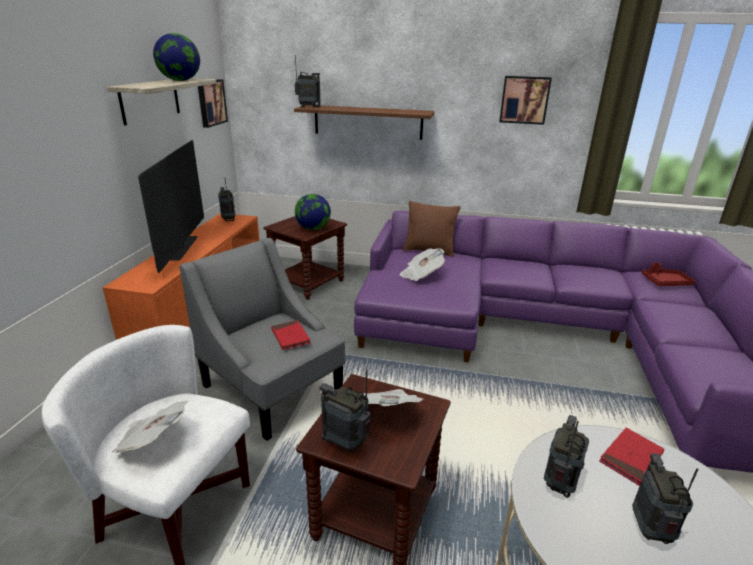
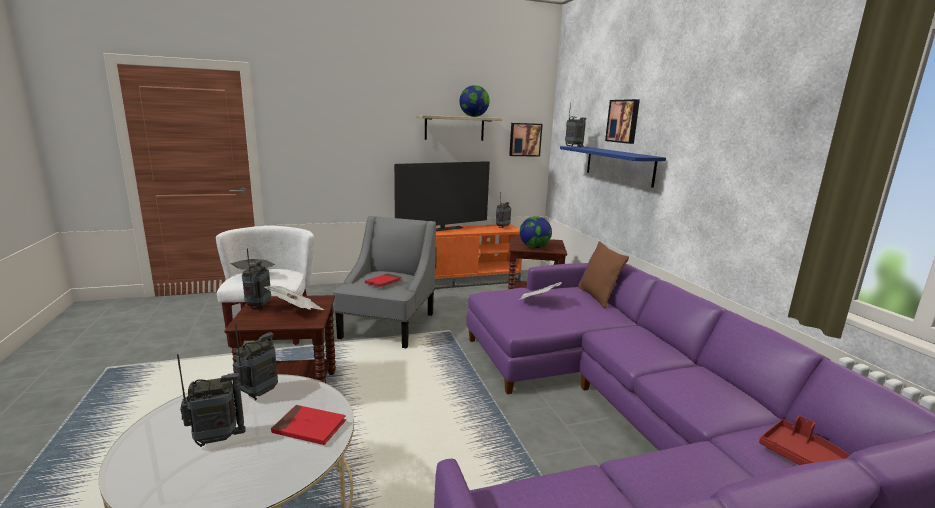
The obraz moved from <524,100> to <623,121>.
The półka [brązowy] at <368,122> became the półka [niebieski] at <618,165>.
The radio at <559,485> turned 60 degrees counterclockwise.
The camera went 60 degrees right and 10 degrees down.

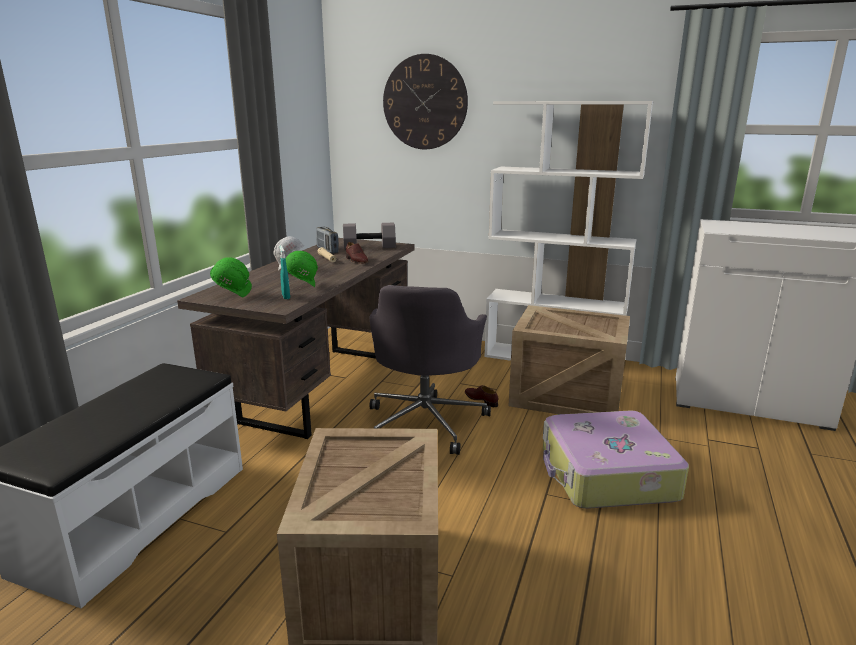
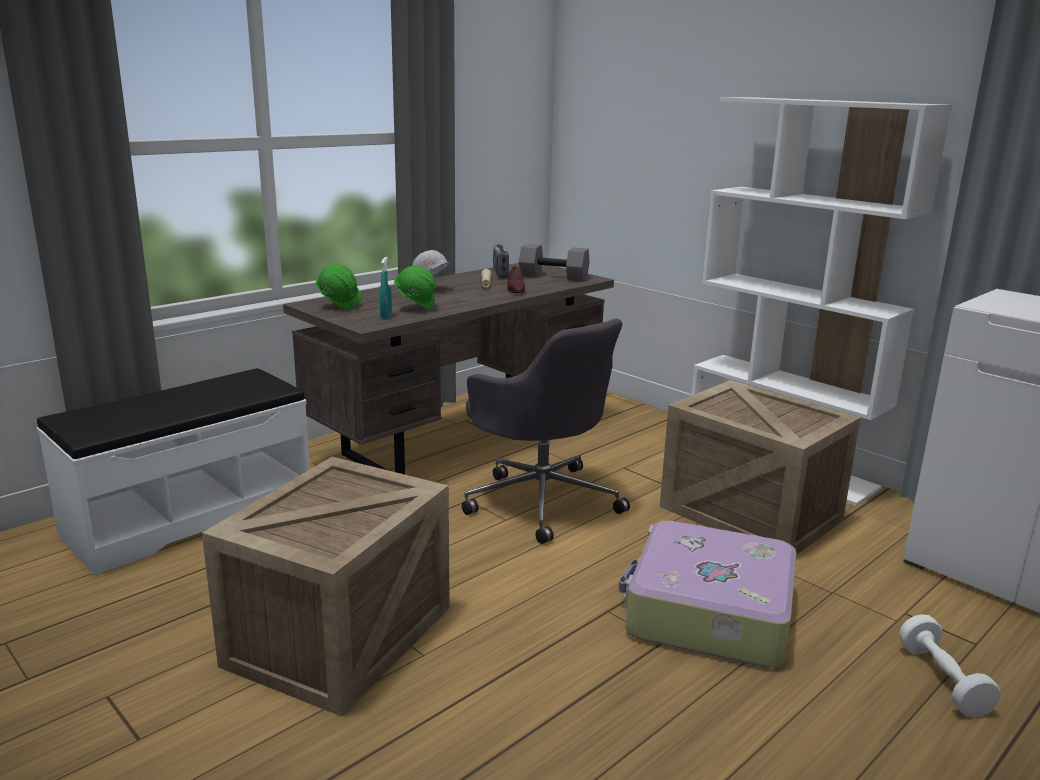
The zegar ścienny at <425,102> disappeared.
The krzesło biurowe [szary] at <426,421> turned 75 degrees counterclockwise.
The but [brązowy] at <481,400> disappeared.
The hantel [biały] at <942,680> appeared.
The camera went 25 degrees right and 0 degrees up.

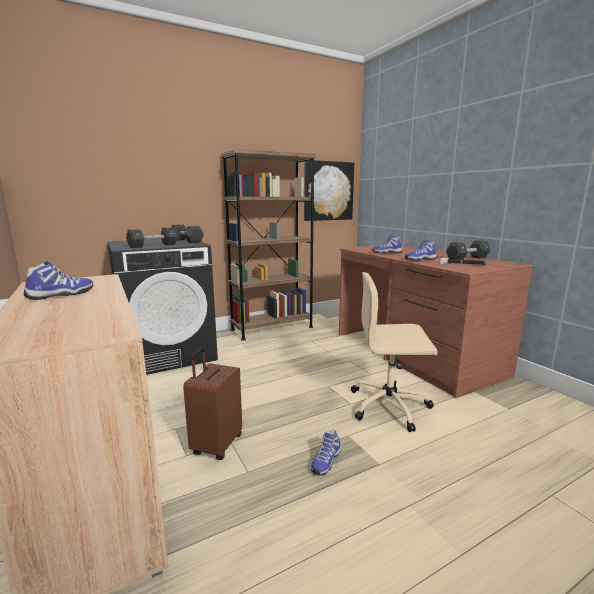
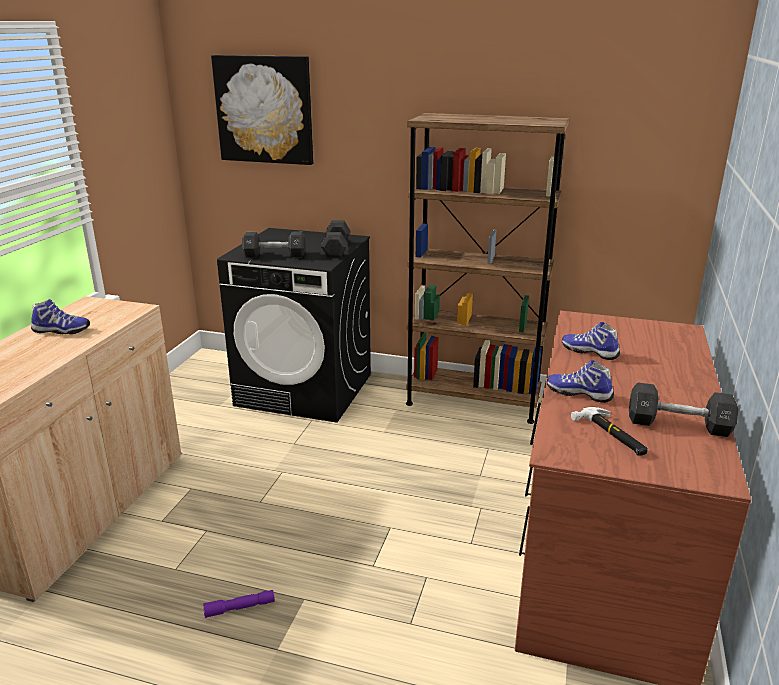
The obraz moved from <328,191> to <264,110>.
The krzesło biurowe [beżowy] at <390,406> disappeared.
The walizka [brązowy] at <216,445> disappeared.
The but at <325,461> was replaced by the latarka [fioletowy] at <240,608>.
The camera went 45 degrees right and 10 degrees up.

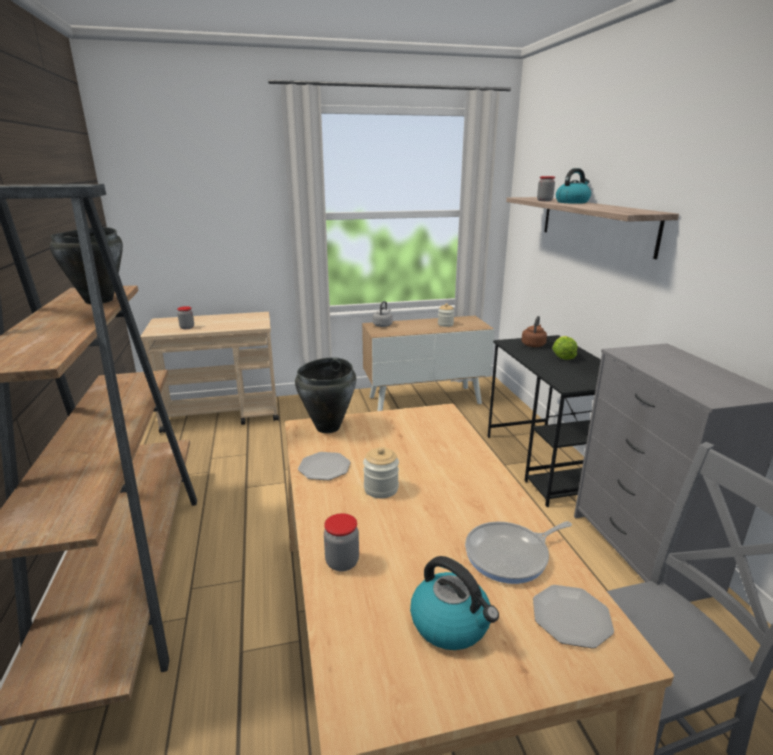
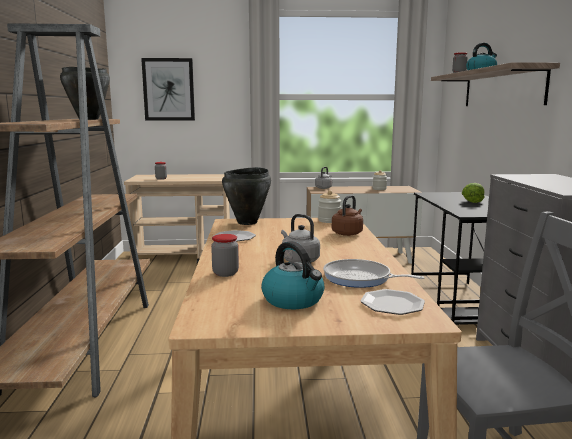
The czajnik [brązowy] moved from <533,344> to <348,233>.
The słoik moved from <381,488> to <329,220>.
The patelnia at <510,555> turned 45 degrees clockwise.
The obraz at <168,89> appeared.
The czajnik [szary] at <299,260> appeared.
The camera went 10 degrees right and 10 degrees down.

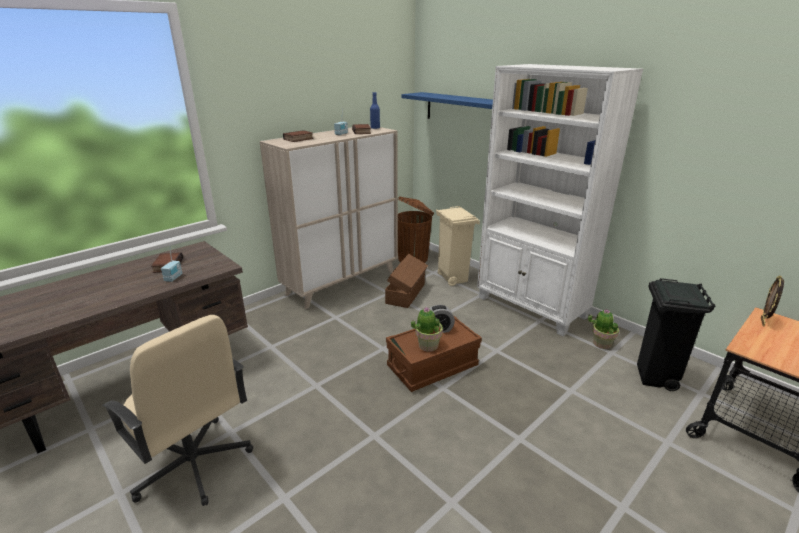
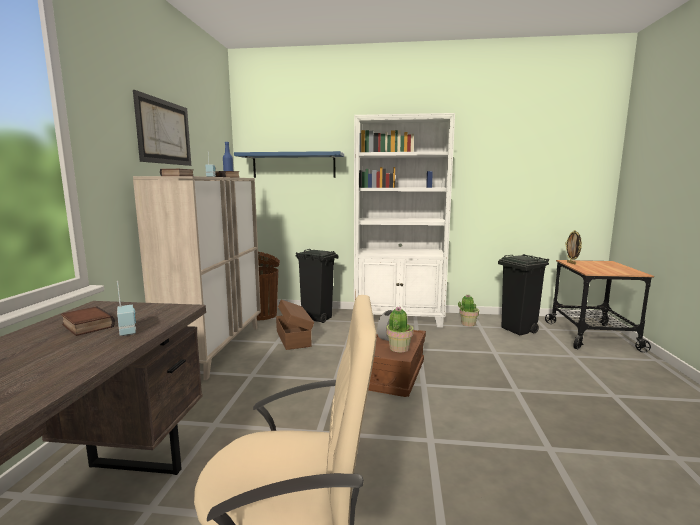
The kosz na śmieci [beżowy] at <452,278> became the kosz na śmieci [czarny] at <316,318>.
The obraz at <164,132> appeared.
The camera went 40 degrees left and 15 degrees down.

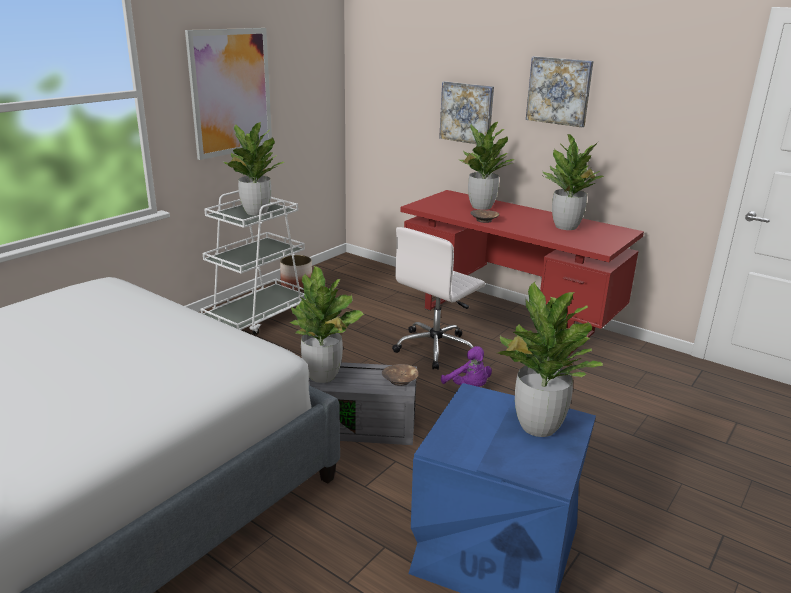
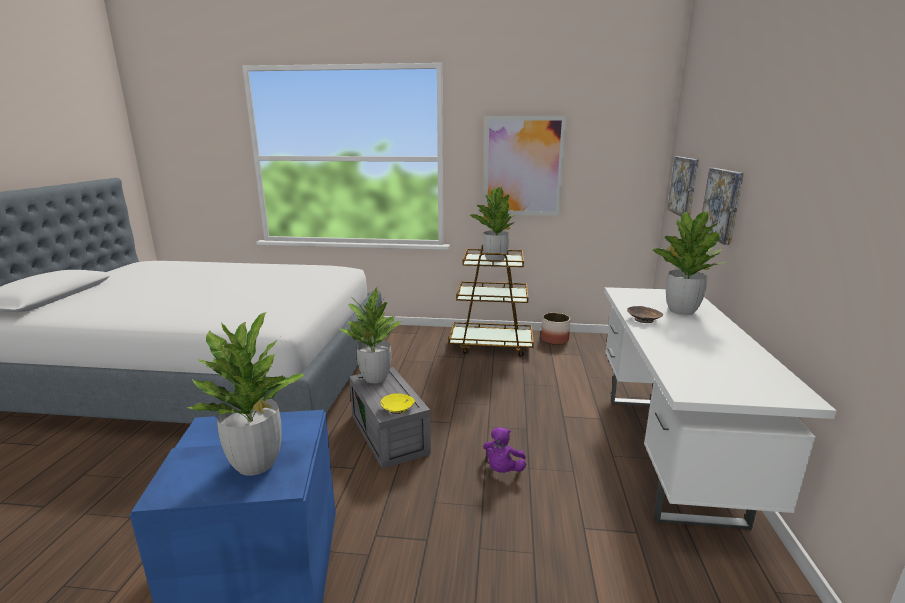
The obraz moved from <559,91> to <684,186>.
The roślina doniczkowa at <566,227> disappeared.
The wózek [biały] at <259,316> became the wózek [brązowy] at <491,345>.
The biurko [czerwony] at <508,320> became the biurko [biały] at <669,453>.
The krzesło biurowe [biały] at <436,348> disappeared.
The miska [brązowy] at <400,381> became the miska [żółty] at <397,409>.
The camera went 60 degrees right and 5 degrees down.

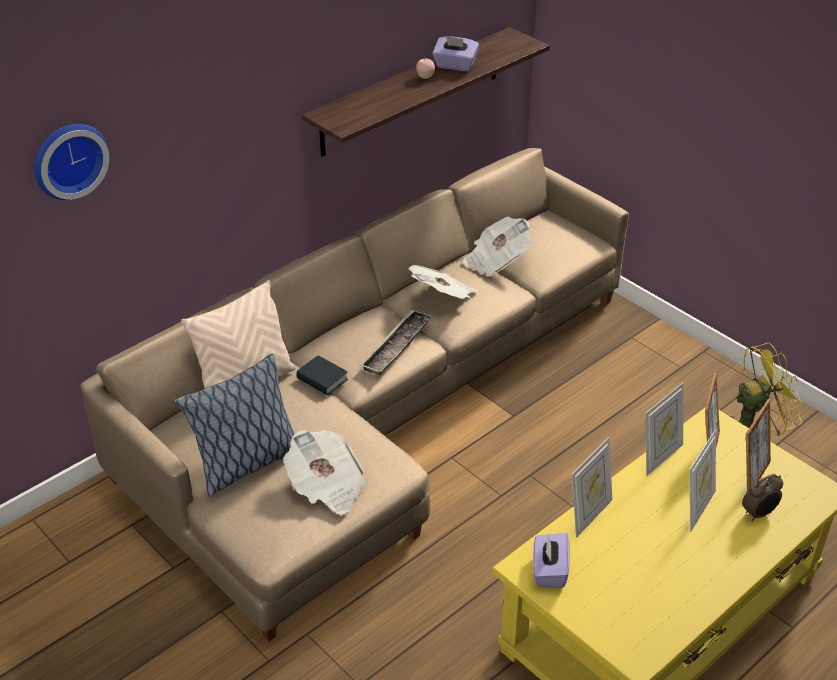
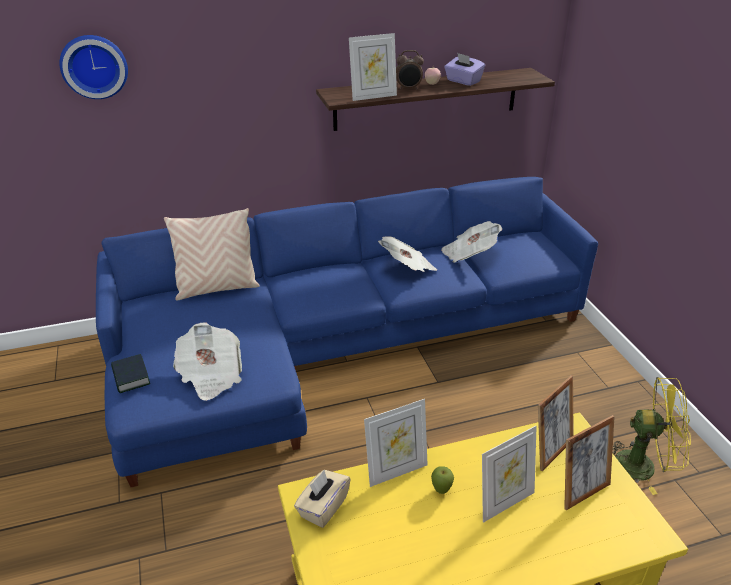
The kanapa [beżowy] at <373,412> became the kanapa [niebieski] at <331,346>.
The taca at <397,346> disappeared.
The poduszka at <246,464> disappeared.
The książka moved from <322,379> to <131,377>.
The ramka na zdjęcie moved from <659,456> to <373,96>.
The budzik moved from <759,514> to <408,89>.
The pudełko chusteczek [fioletowy] at <549,571> became the pudełko chusteczek [beżowy] at <323,507>.
The jabłko at <441,490> appeared.
The camera went 25 degrees right and 5 degrees down.

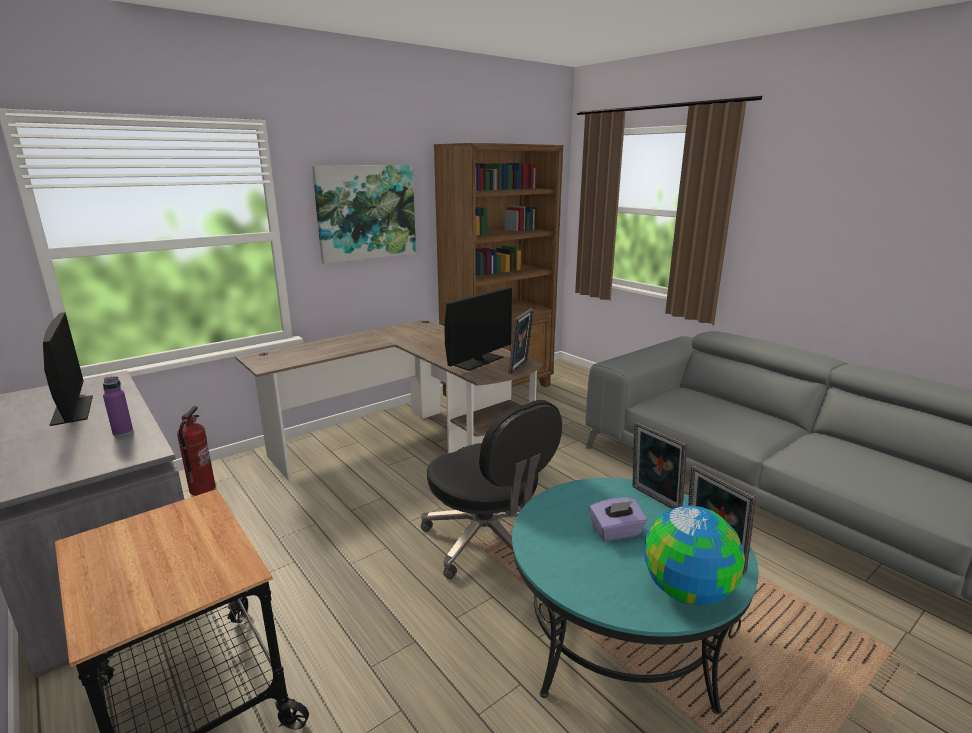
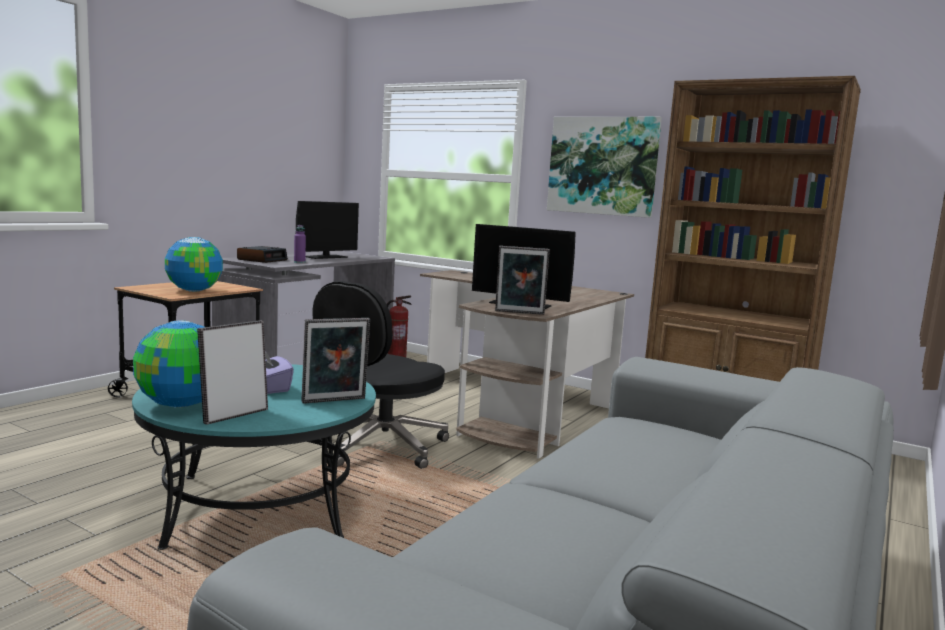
The ramka na zdjęcie at <654,499> turned 150 degrees counterclockwise.
The globus at <193,290> appeared.
The budzik at <262,259> appeared.
The camera went 70 degrees right and 10 degrees down.

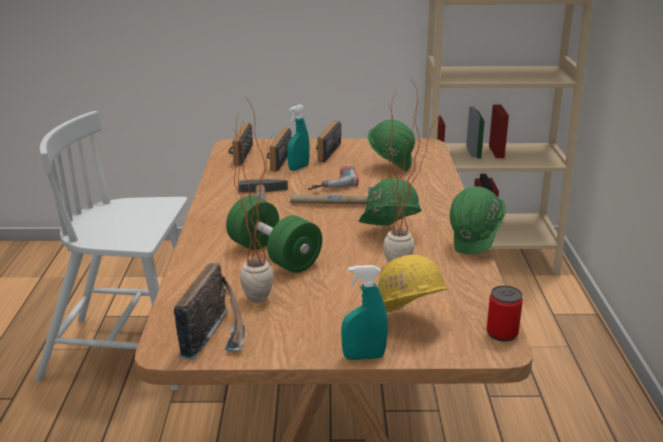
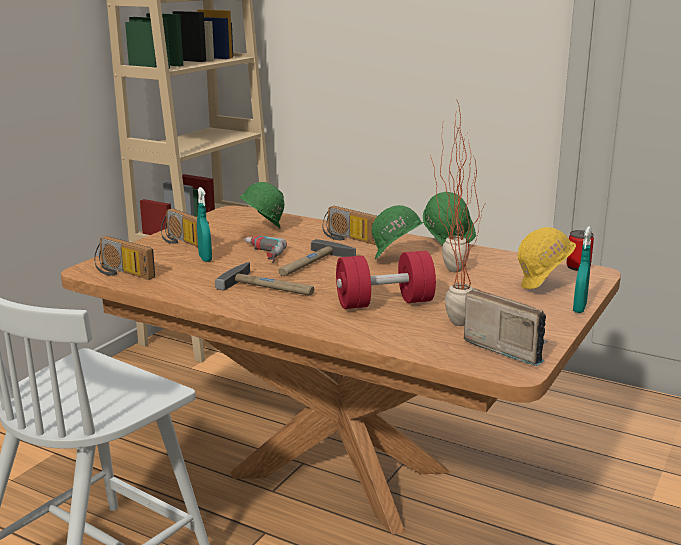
The radio moved from <275,160> to <348,239>.
The hantel [zielony] at <274,255> became the hantel [czerwony] at <384,303>.
The camera went 60 degrees left and 5 degrees down.

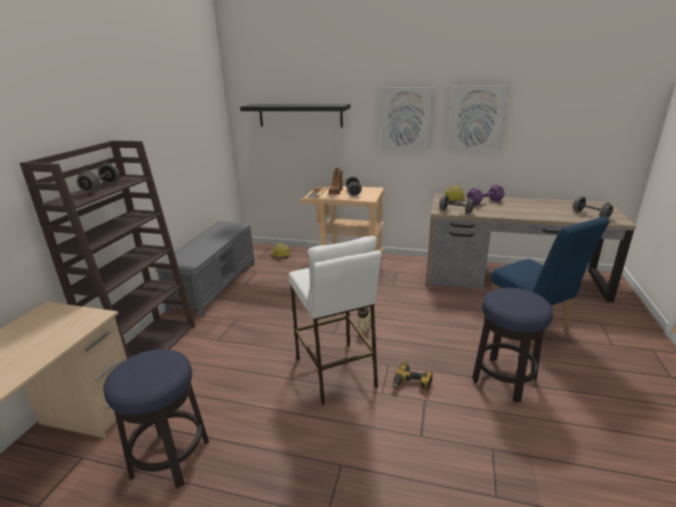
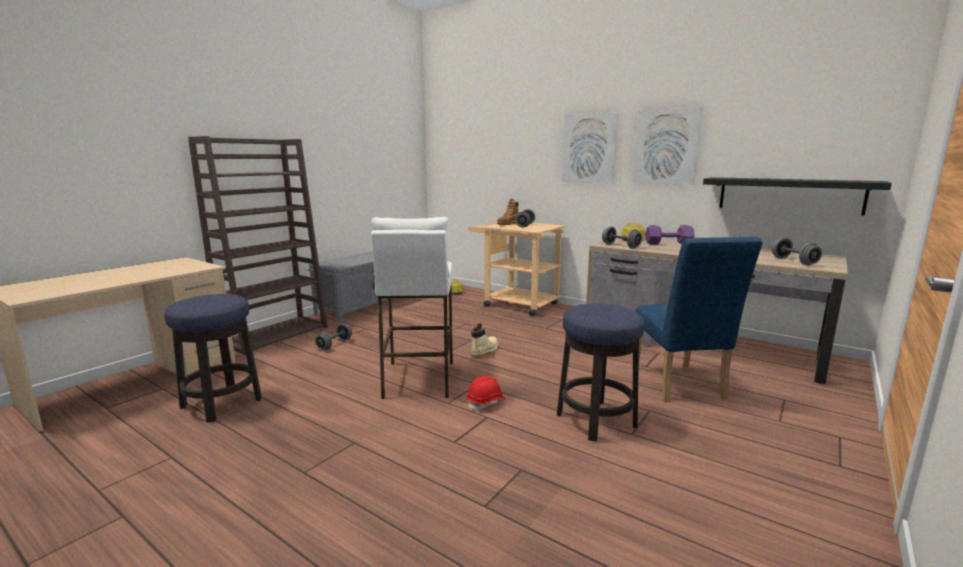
The półka [czarny] moved from <300,115> to <789,195>.
The hantel [szary] moved from <101,188> to <334,345>.
The wiertarka at <411,384> was replaced by the kask [czerwony] at <486,402>.
The camera went 20 degrees right and 10 degrees down.

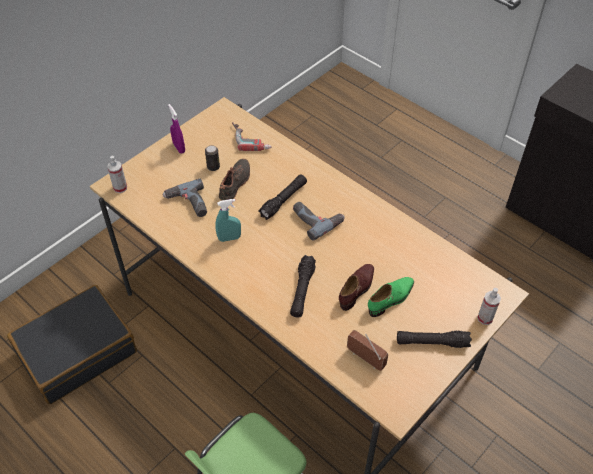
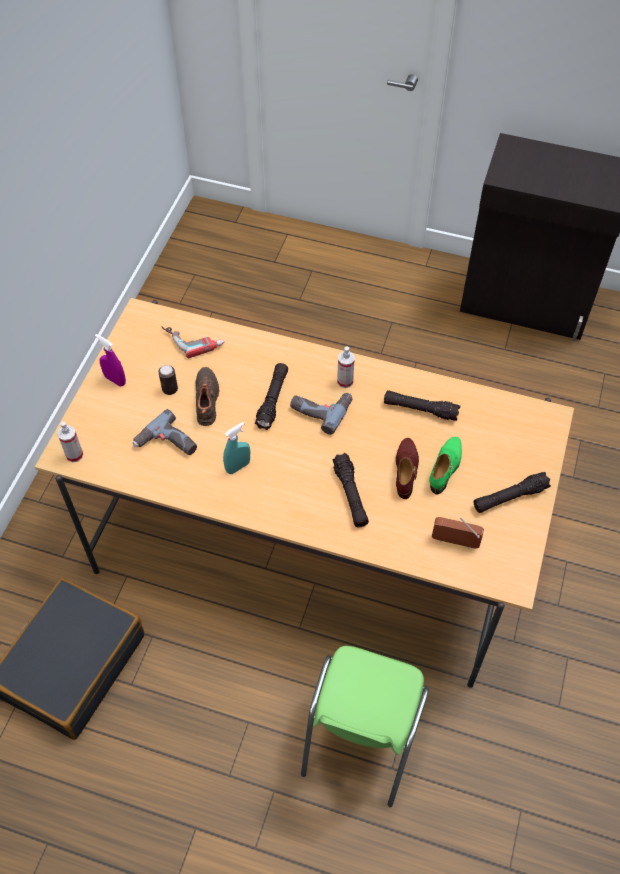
The spryskiwacz moved from <485,318> to <345,381>.
The latarka [czarny] at <420,409> appeared.
The camera went 25 degrees left and 5 degrees up.

